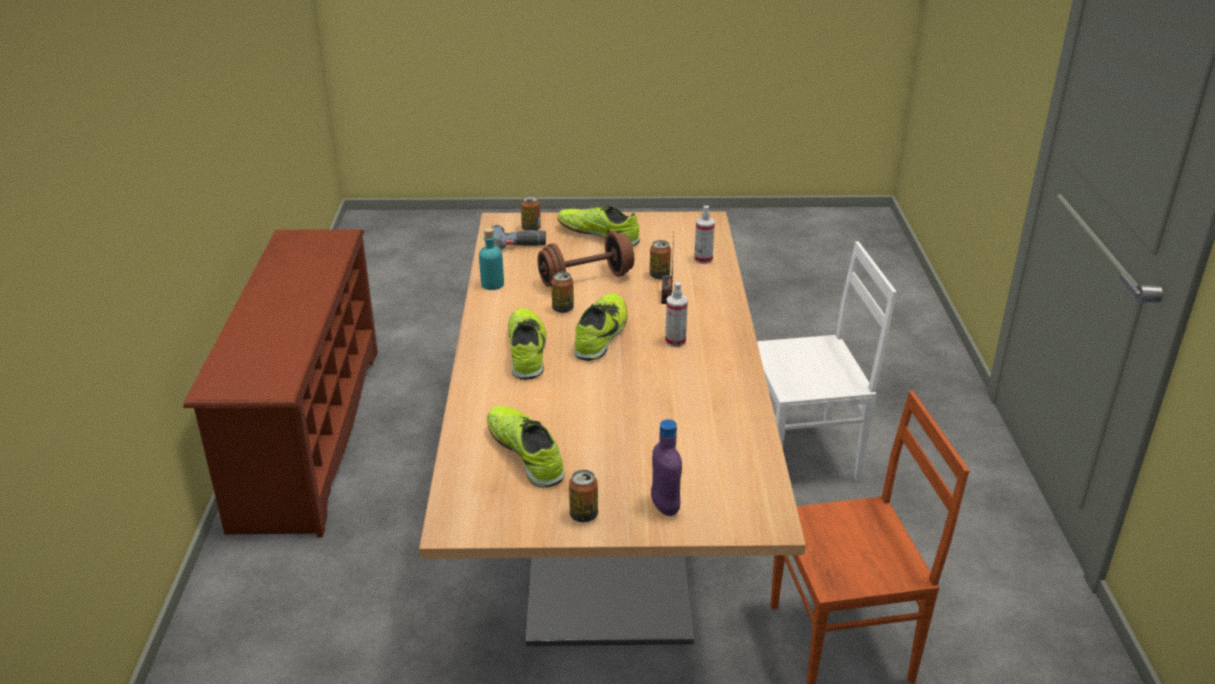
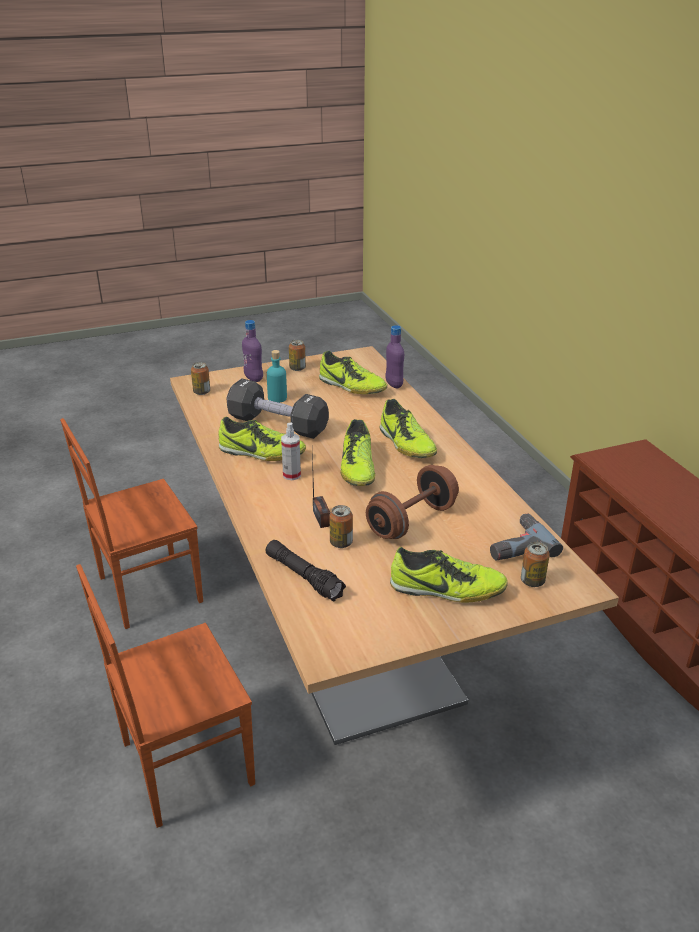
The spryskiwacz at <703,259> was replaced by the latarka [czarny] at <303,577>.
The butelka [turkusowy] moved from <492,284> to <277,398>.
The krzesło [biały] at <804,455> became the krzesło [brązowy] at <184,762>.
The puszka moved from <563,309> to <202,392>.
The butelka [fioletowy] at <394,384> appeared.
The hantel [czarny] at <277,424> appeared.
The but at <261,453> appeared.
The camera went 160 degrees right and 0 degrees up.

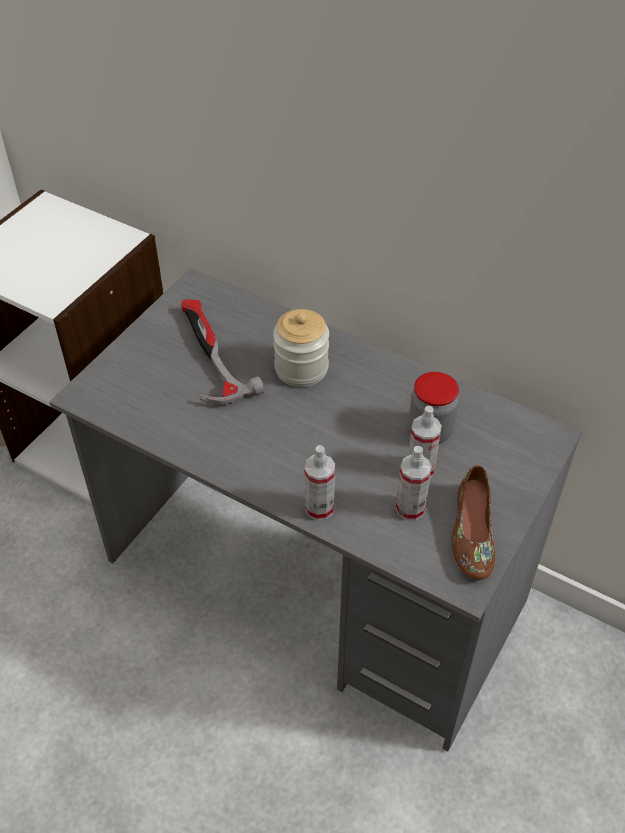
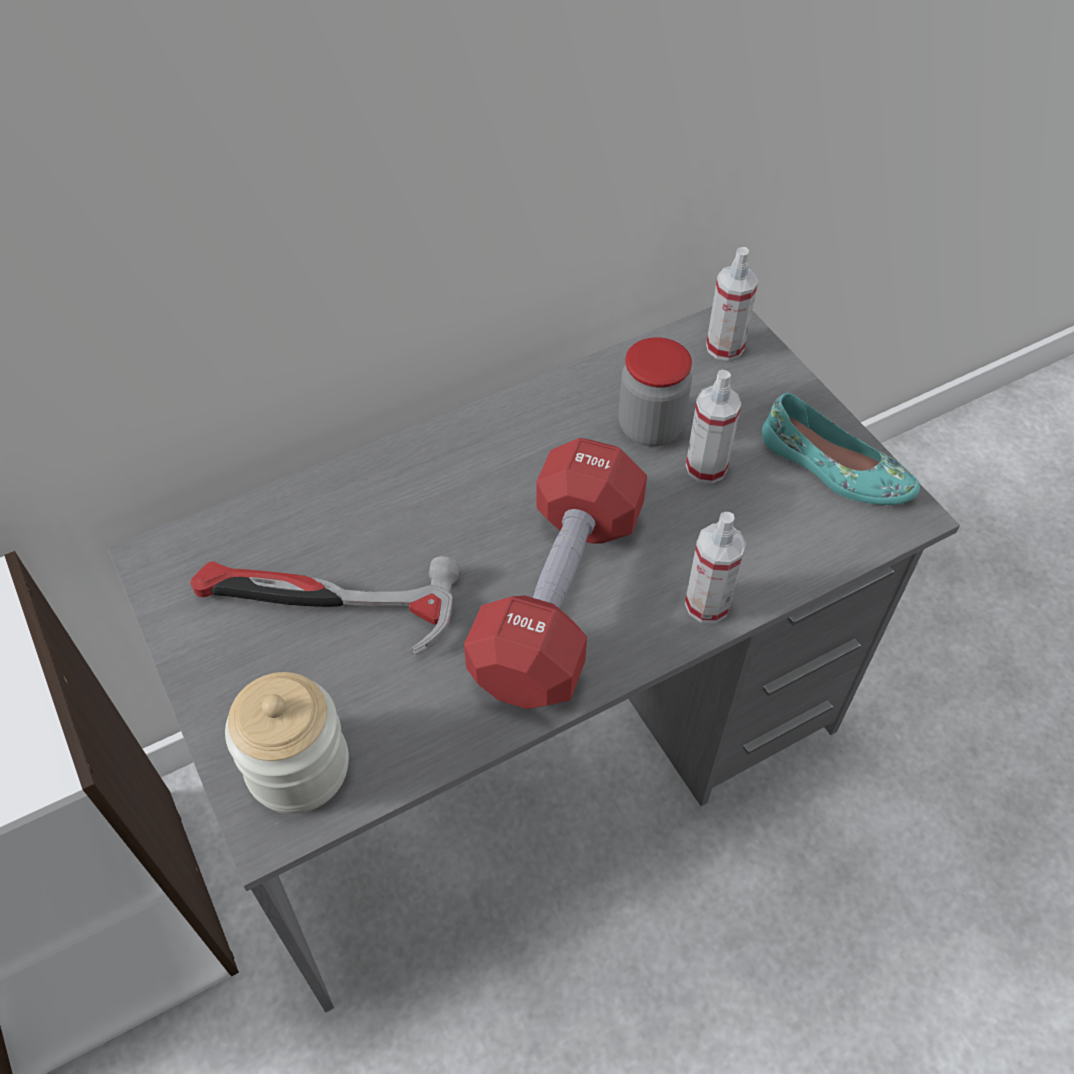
The słoik moved from <301,368> to <298,767>.
The spryskiwacz moved from <410,508> to <725,347>.
The but [brązowy] at <471,533> became the but [turkusowy] at <834,469>.
The hantel [czerwony] at <559,597> appeared.
The camera went 60 degrees left and 5 degrees up.

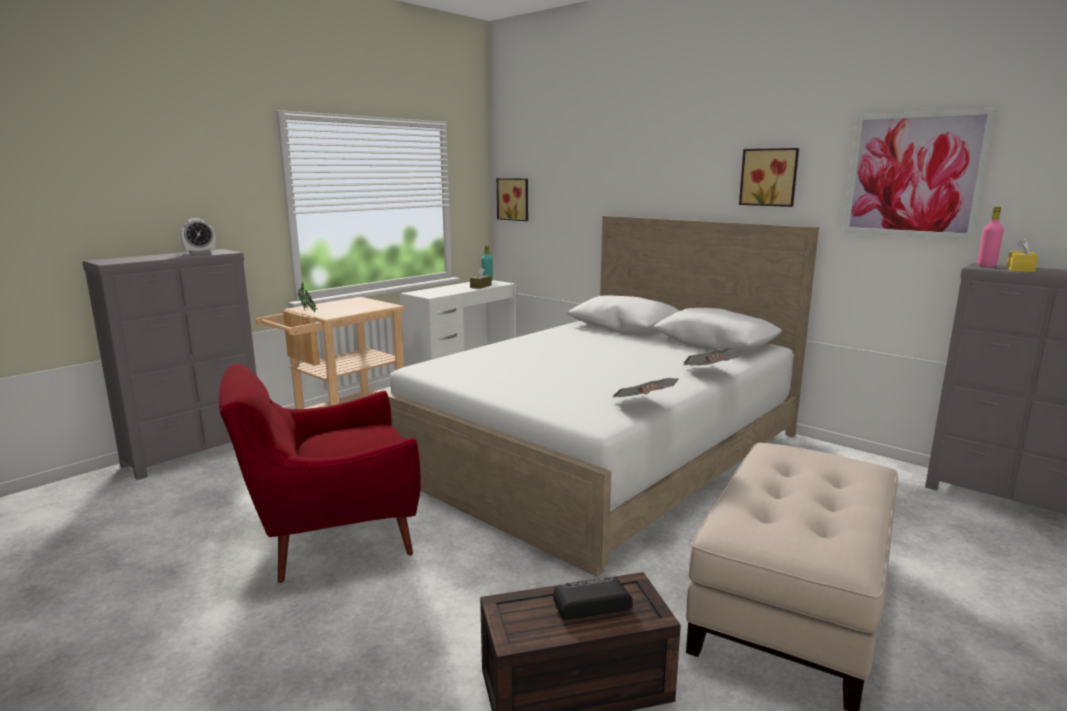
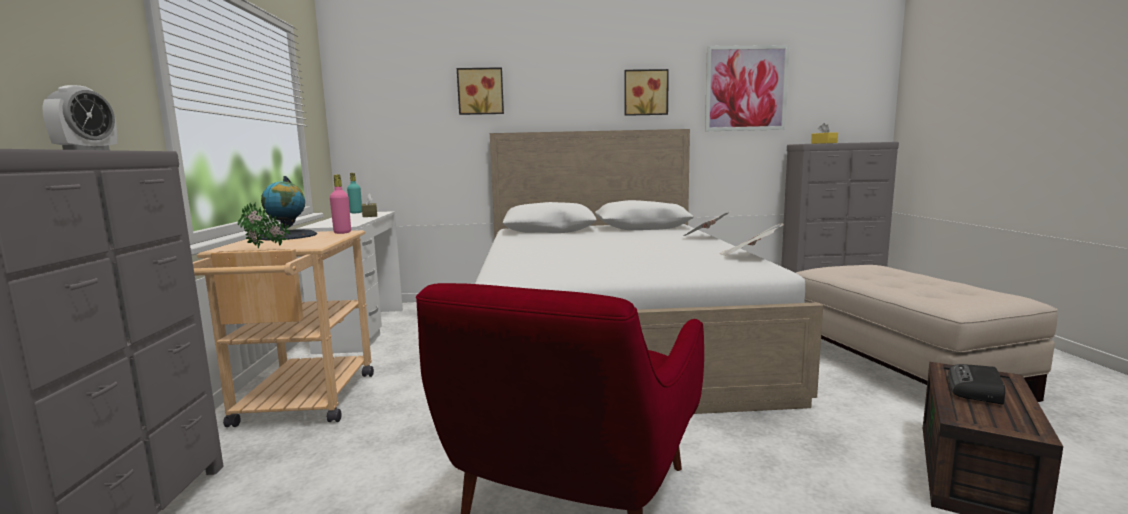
The obraz moved from <514,199> to <480,91>.
The butelka [różowy] moved from <986,266> to <342,232>.
The globus at <288,236> appeared.
The camera went 45 degrees left and 5 degrees down.

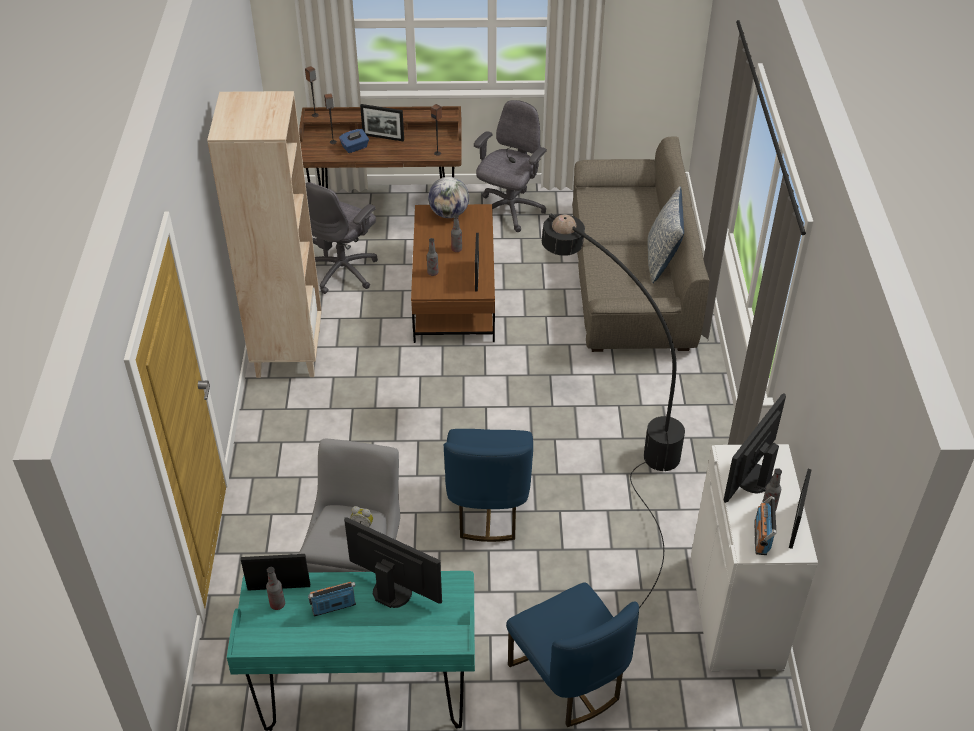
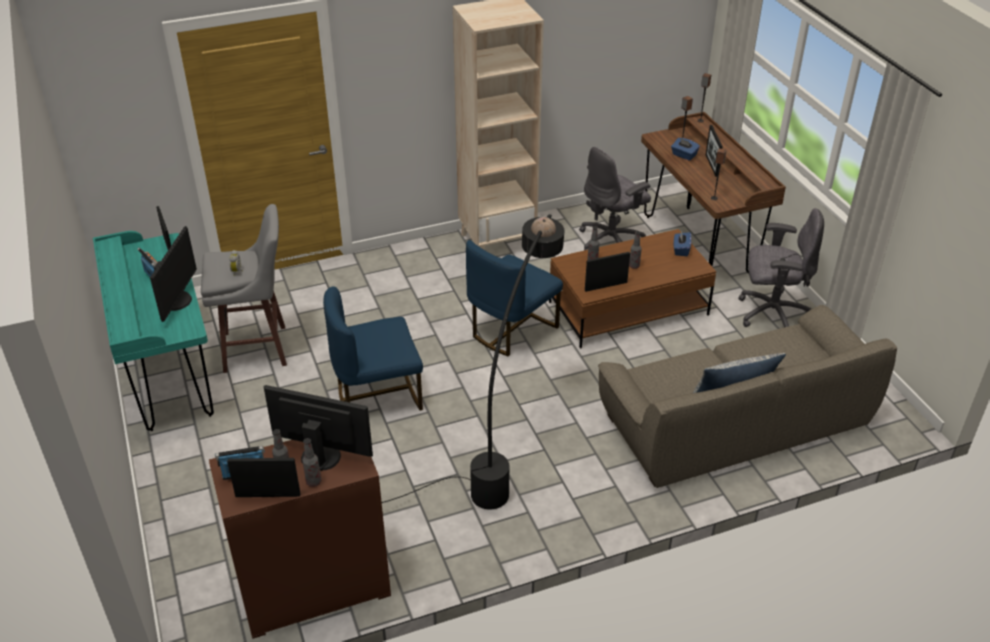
The globus at <449,213> was replaced by the pudełko chusteczek [niebieski] at <681,250>.
The krzesło biurowe [szary] at <343,271> turned 45 degrees counterclockwise.
The szafka [biały] at <737,612> became the szafka [brązowy] at <313,589>.
The butelka moved from <277,604> to <313,482>.
The krzesło [niebieski] moved from <568,679> to <511,330>.
The camera went 70 degrees right and 5 degrees down.

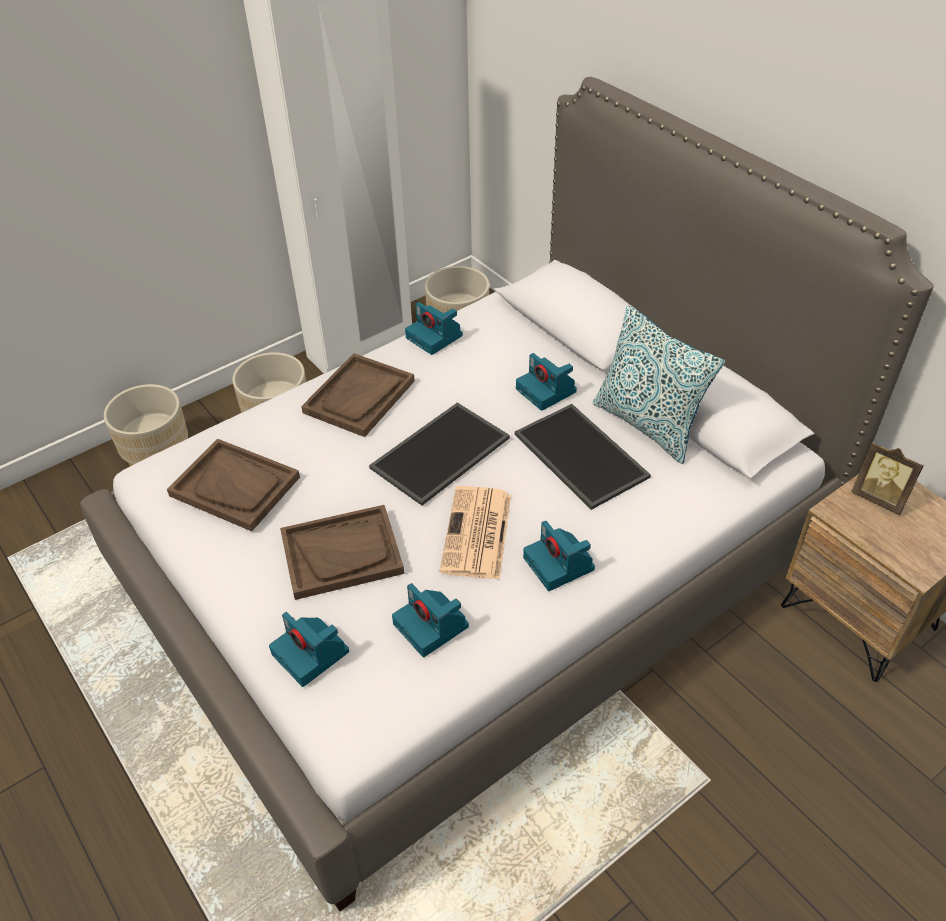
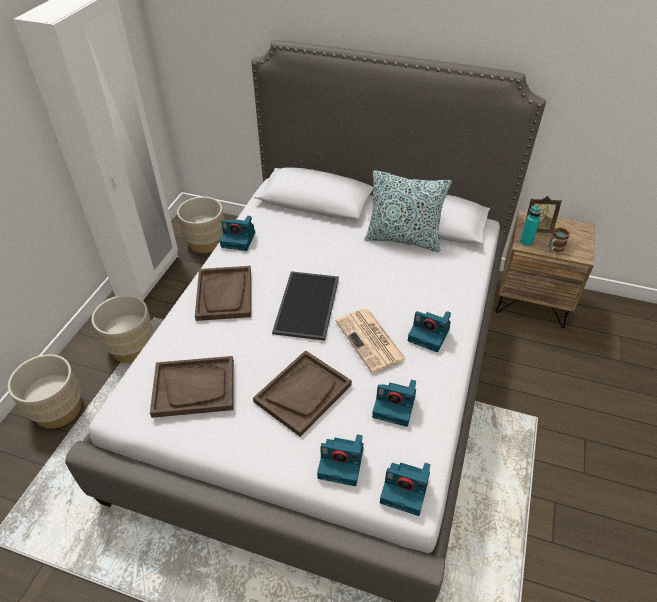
The aparat fotograficzny moved from <547,391> to <406,489>.
The taca at <578,455> disappeared.
The butelka [turkusowy] at <526,242> appeared.
The kubek at <554,248> appeared.
The camera went 35 degrees left and 0 degrees up.

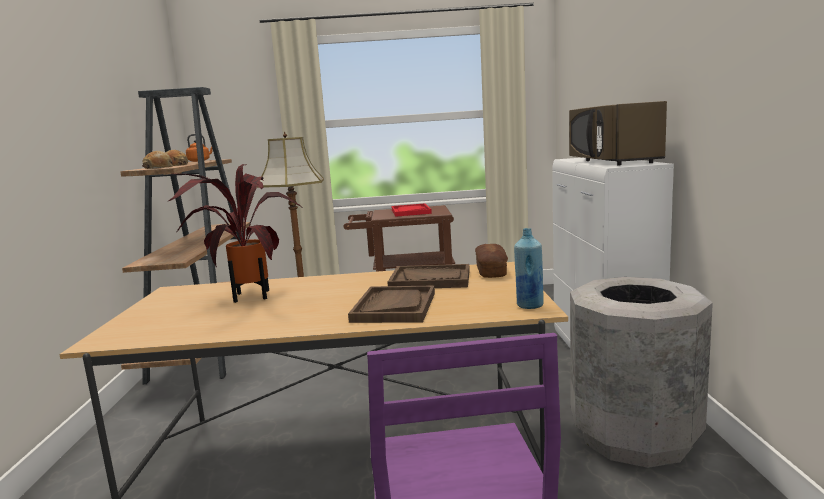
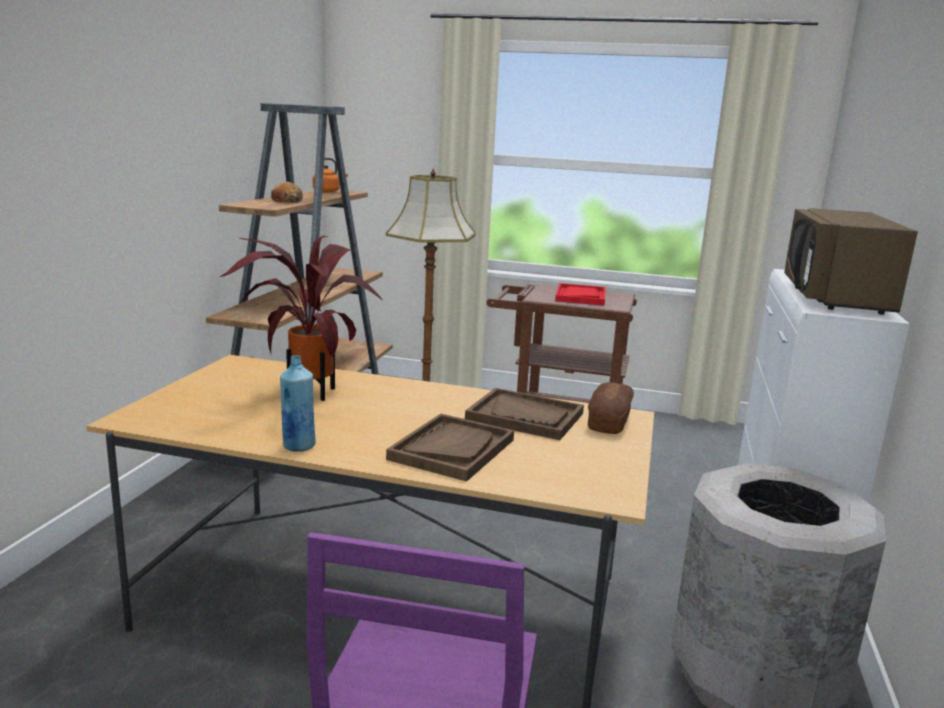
The chleb at <158,167> disappeared.
The butelka [niebieski] moved from <529,305> to <298,446>.
The camera went 15 degrees right and 5 degrees up.

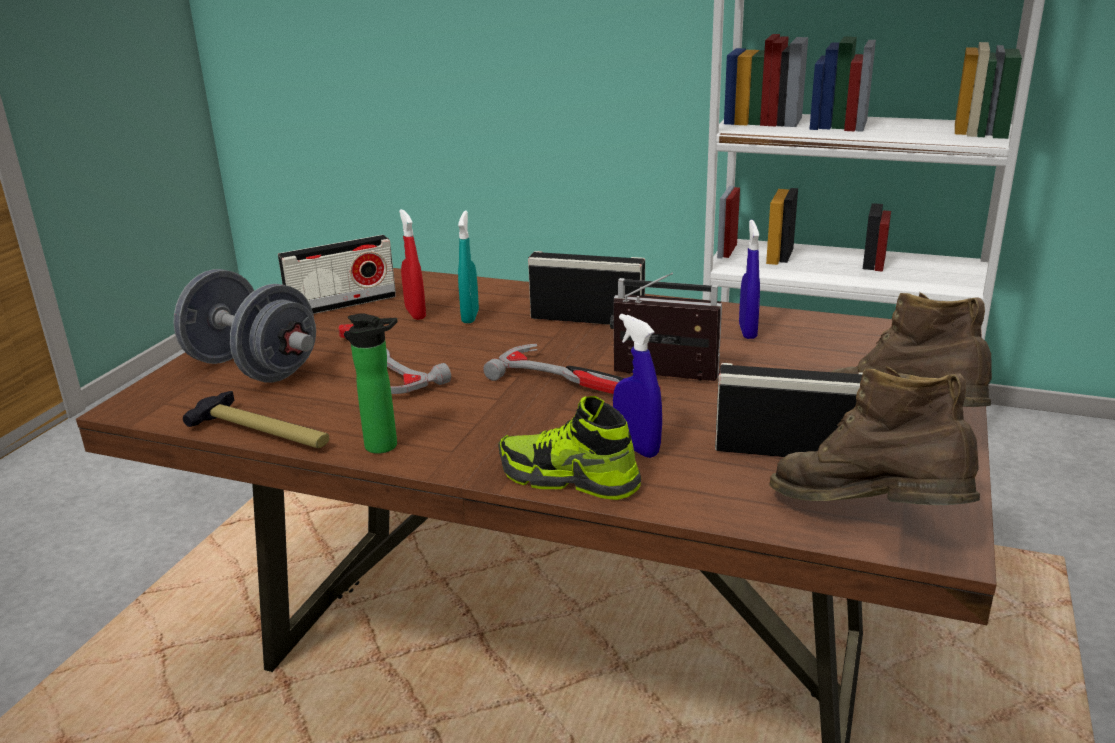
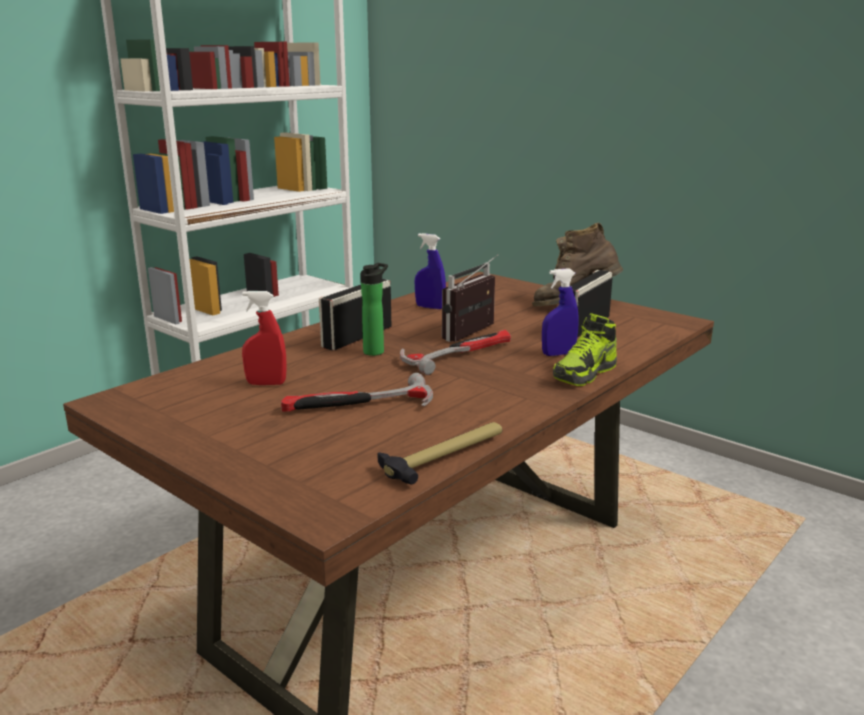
The spryskiwacz [turkusowy] at <470,316> disappeared.
The radio at <342,304> disappeared.
The hantel [szary] at <253,368> disappeared.
The butelka moved from <386,446> to <375,351>.
The but z cholewką [brązowy] at <867,521> disappeared.
The camera went 70 degrees left and 5 degrees down.

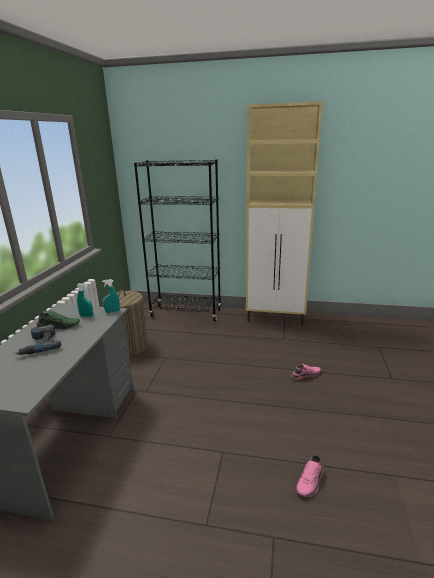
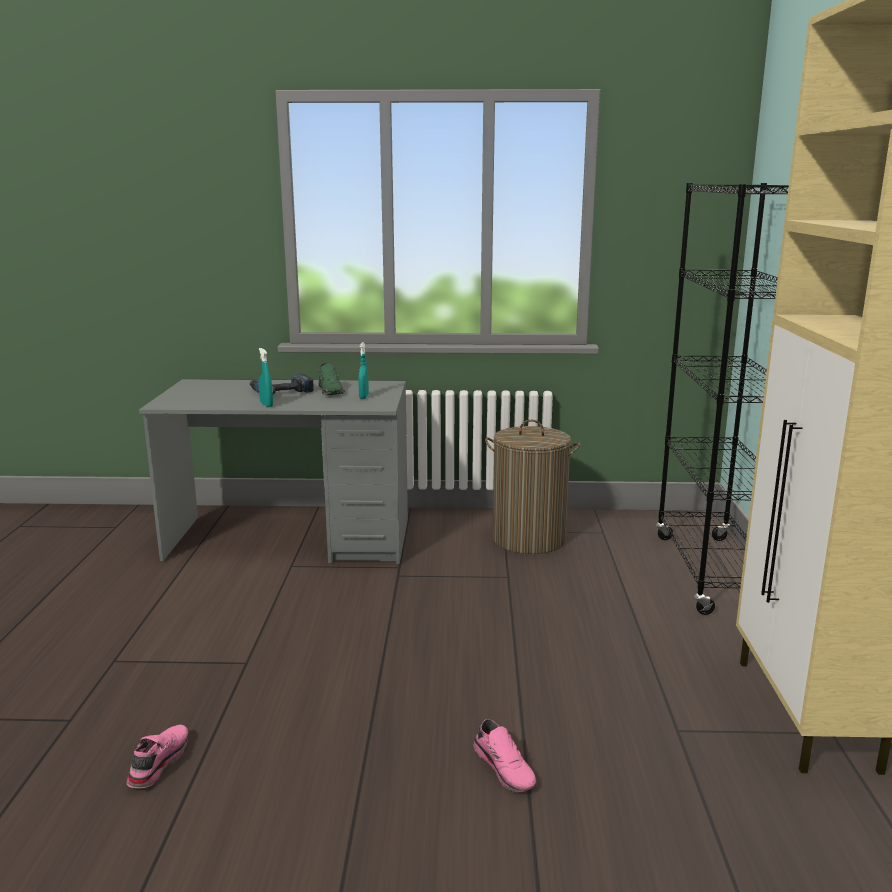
The spryskiwacz [turkusowy] moved from <112,311> to <266,405>.
The but [różowy] at <311,481> turned 75 degrees clockwise.
The camera went 80 degrees right and 5 degrees down.

